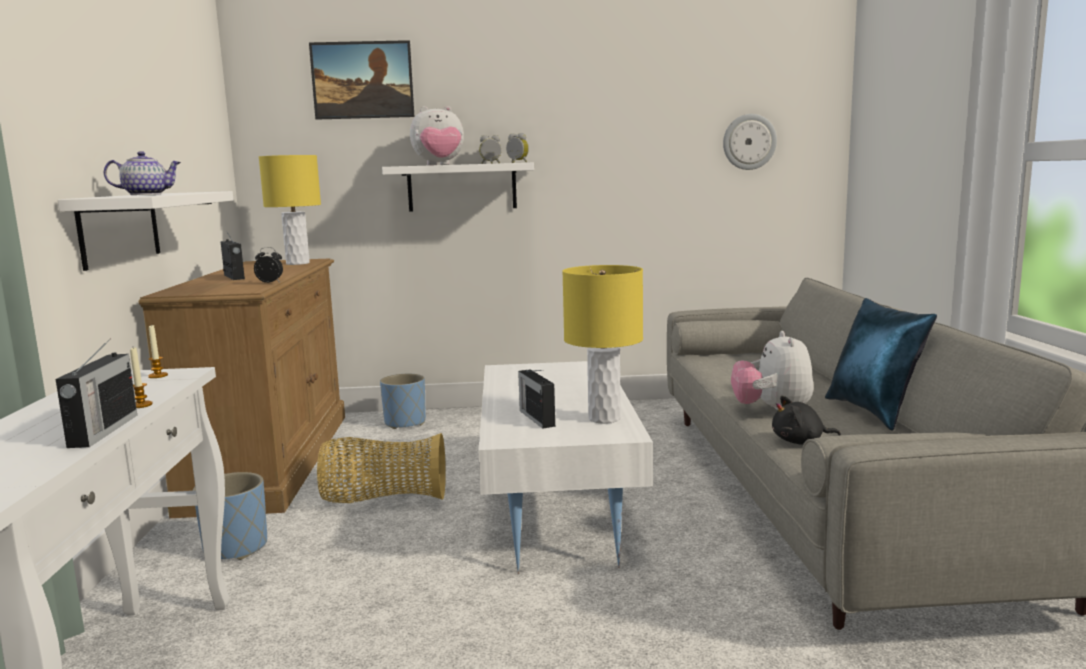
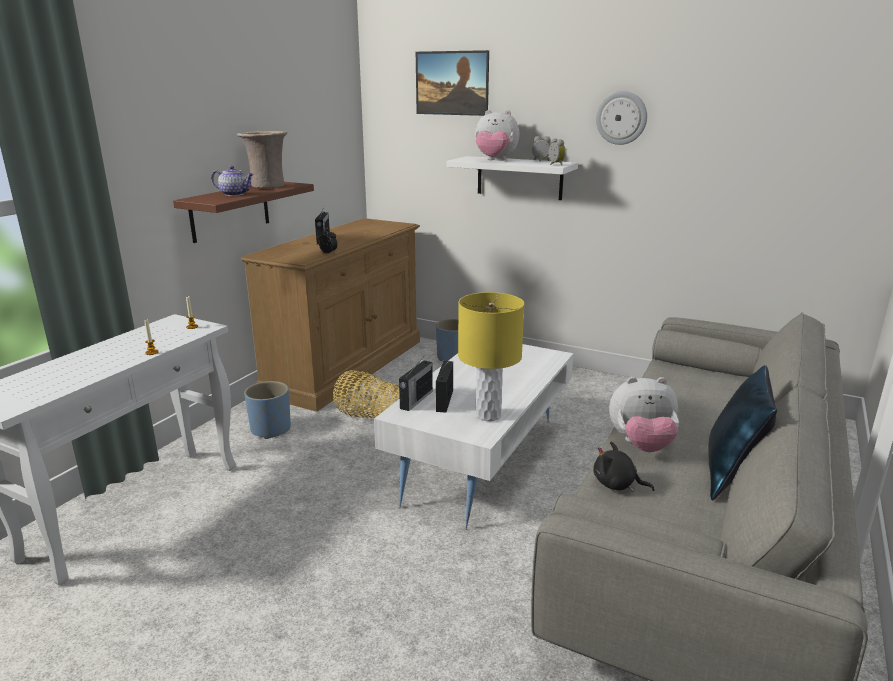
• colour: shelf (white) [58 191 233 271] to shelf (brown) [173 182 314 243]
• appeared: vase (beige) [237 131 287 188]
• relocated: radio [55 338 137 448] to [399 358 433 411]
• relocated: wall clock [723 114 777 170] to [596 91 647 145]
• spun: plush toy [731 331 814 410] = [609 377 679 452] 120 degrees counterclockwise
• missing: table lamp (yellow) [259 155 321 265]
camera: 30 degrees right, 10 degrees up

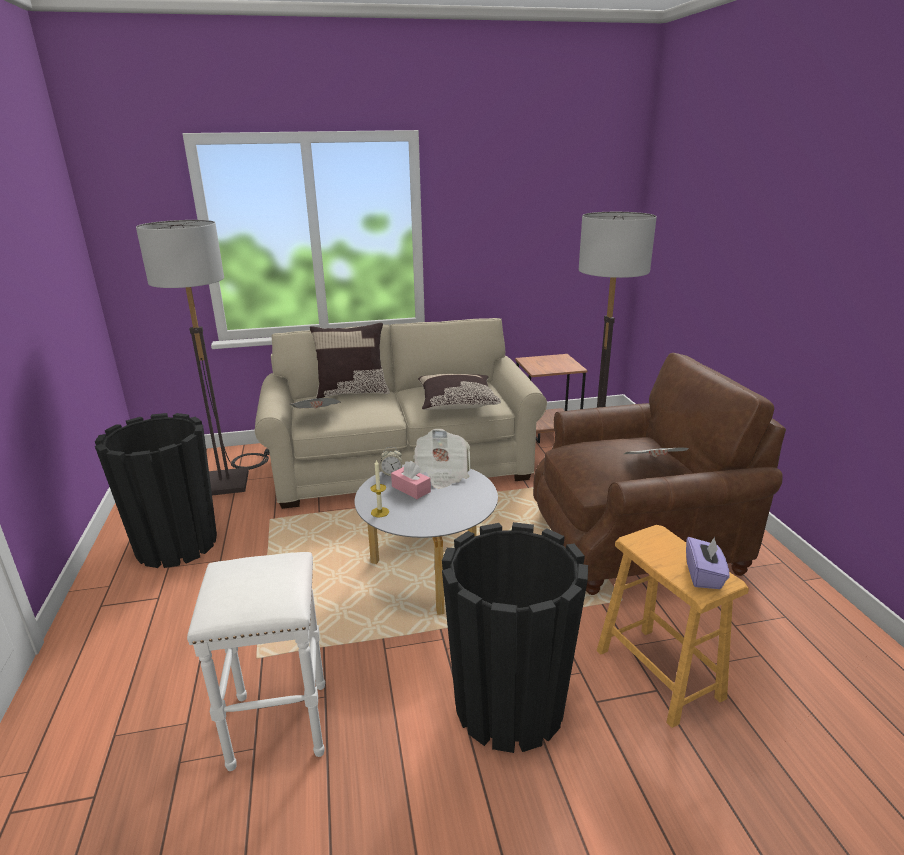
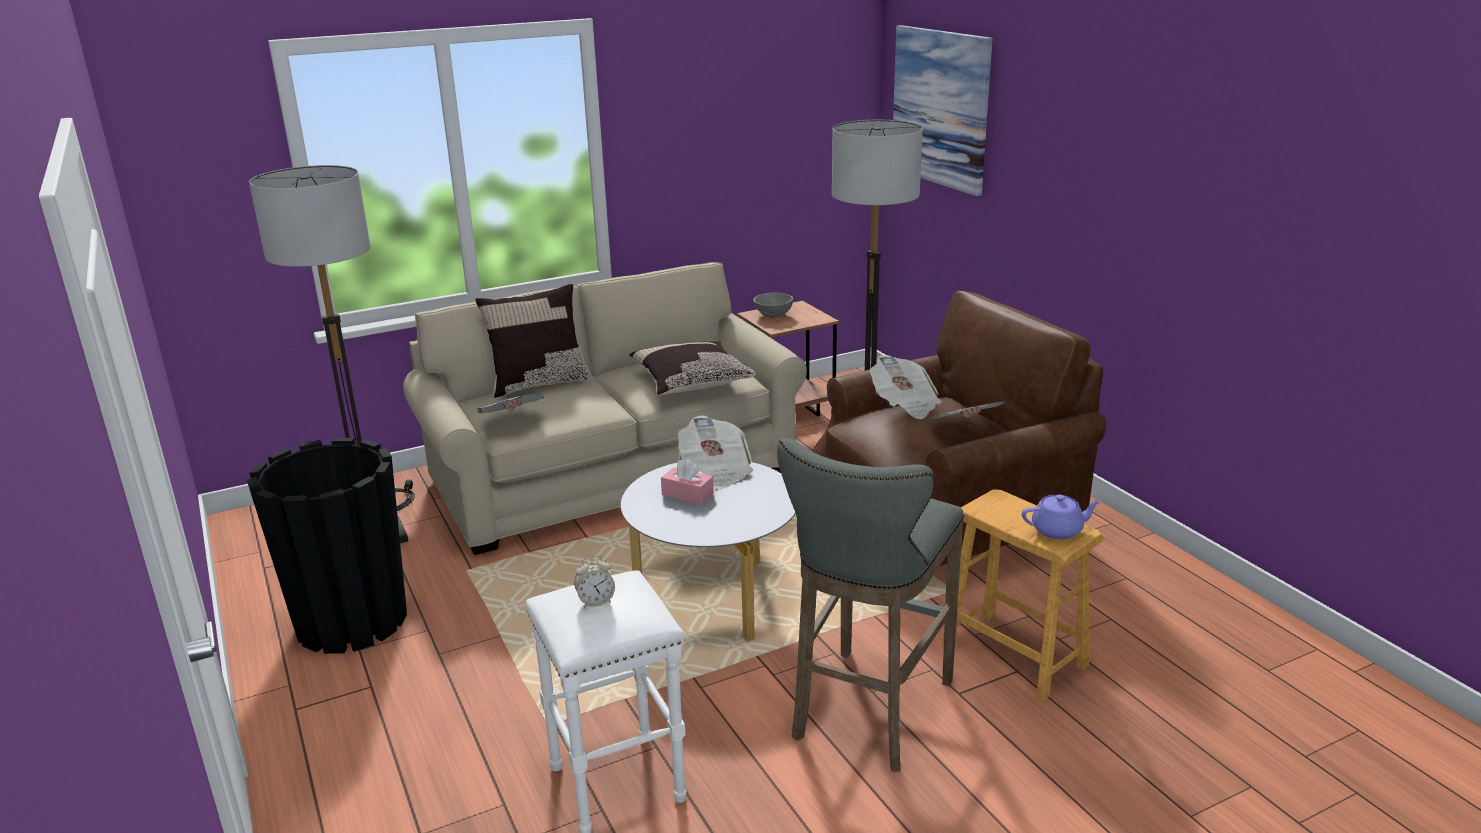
• relocated: alarm clock [380 447 402 476] to [574 556 615 608]
• appeared: bowl (grey) [753 293 793 317]
• exchanged: planter (black) [442 522 588 753] to stool (grey) [777 438 964 772]
• appeared: newspaper [870 355 942 419]
• appeared: picture [893 25 993 196]
• exchanged: tissue box (purple) [686 537 730 589] to teapot (purple) [1022 495 1102 539]
• missing: candle [370 460 389 517]
camera: 15 degrees left, 0 degrees up

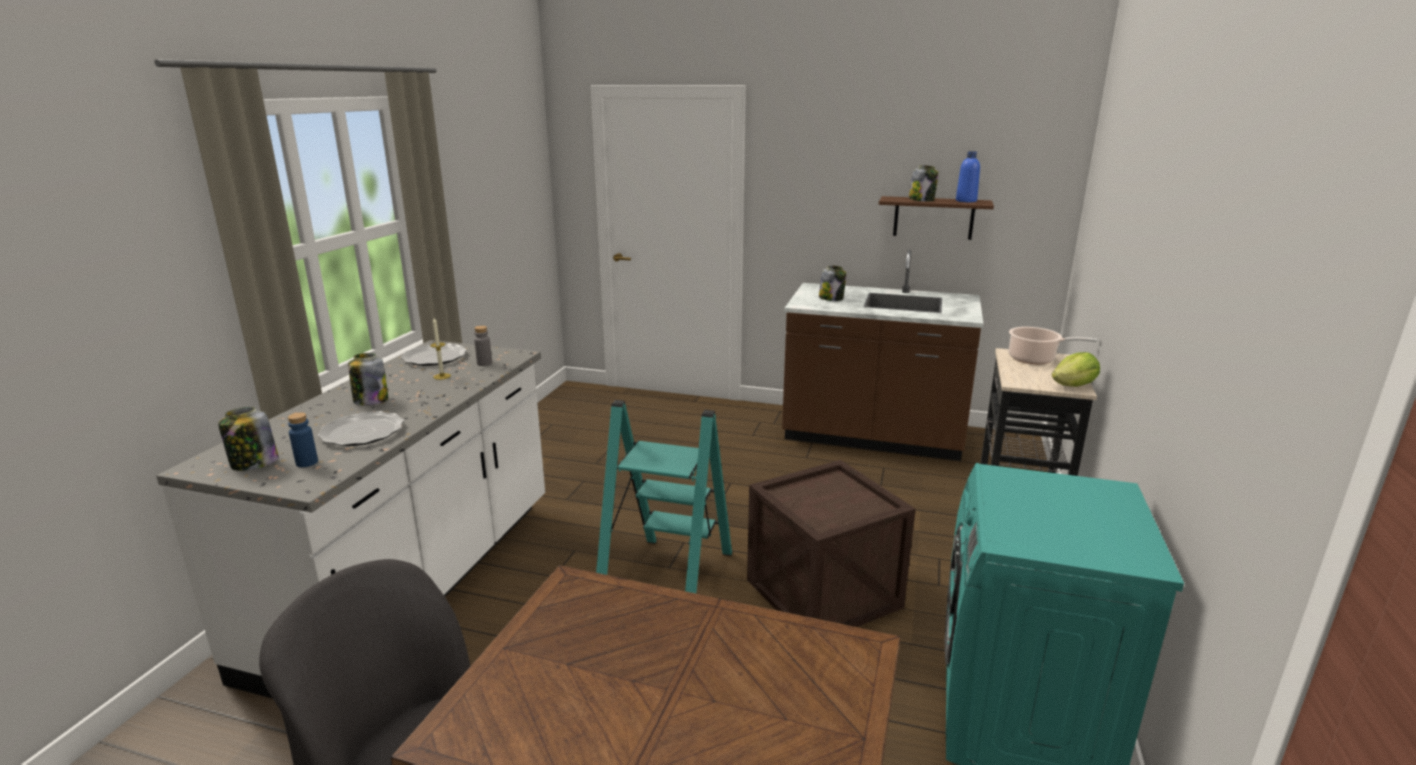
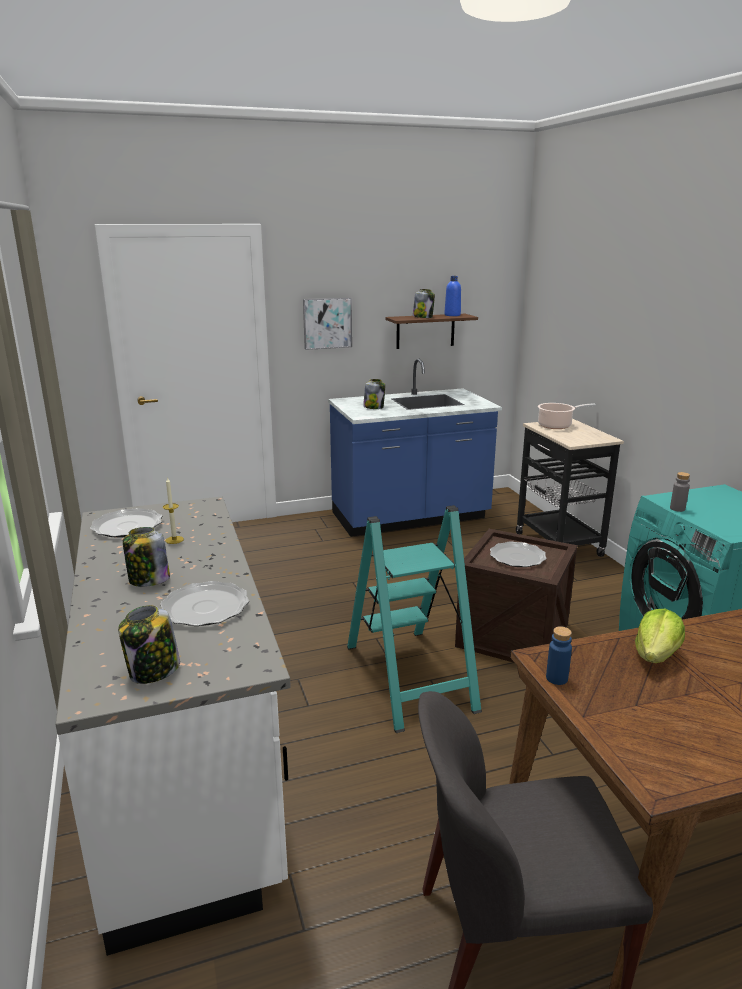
• appeared: picture [303 297 352 350]
• colour: counter (brown) [782 249 983 461] to counter (blue) [328 359 502 537]
• appeared: plate [490 541 547 567]
• relocated: bottle (blue) [288 412 318 467] to [546 626 572 685]
• relocated: lettuce [1052 352 1100 387] to [635 609 685 663]
• relocated: bottle (grey) [474 326 492 366] to [670 472 690 512]
camera: 35 degrees left, 0 degrees up

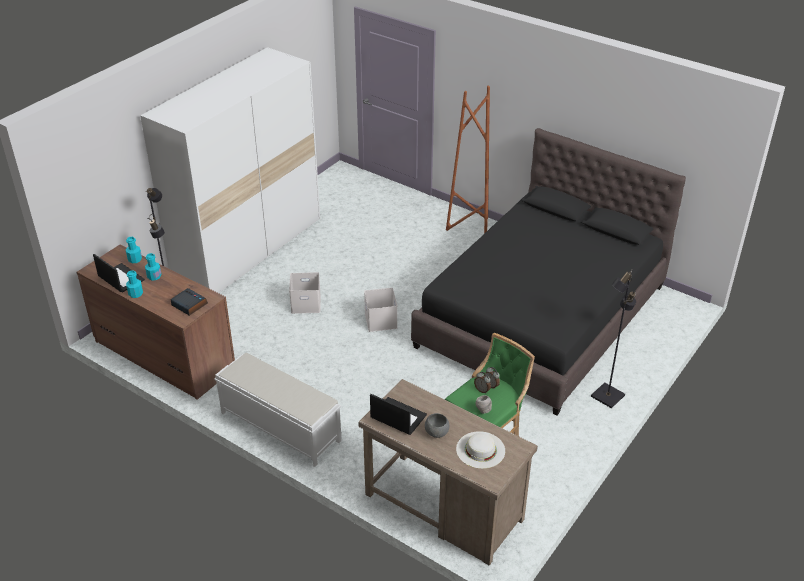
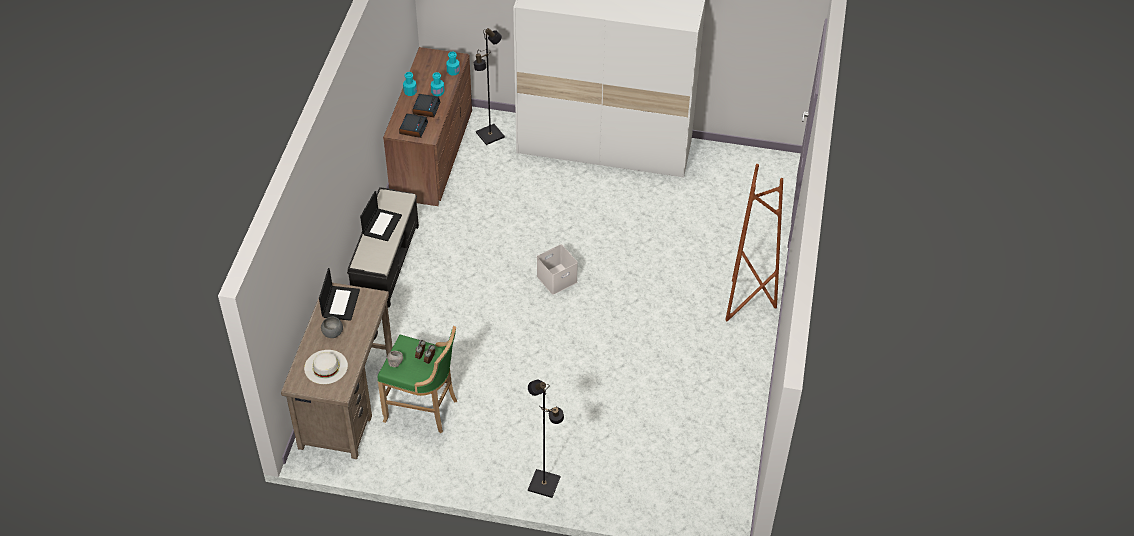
• colour: bench (white) [214 353 342 467] to bench (black) [347 187 419 308]
• relocated: laptop [93 254 145 293] to [360 191 402 241]
• appeared: alarm clock [412 94 440 117]
• missing: storage box (white) [289 272 321 314]
• missing: bed (black) [411 128 686 415]
camera: 65 degrees right, 10 degrees up

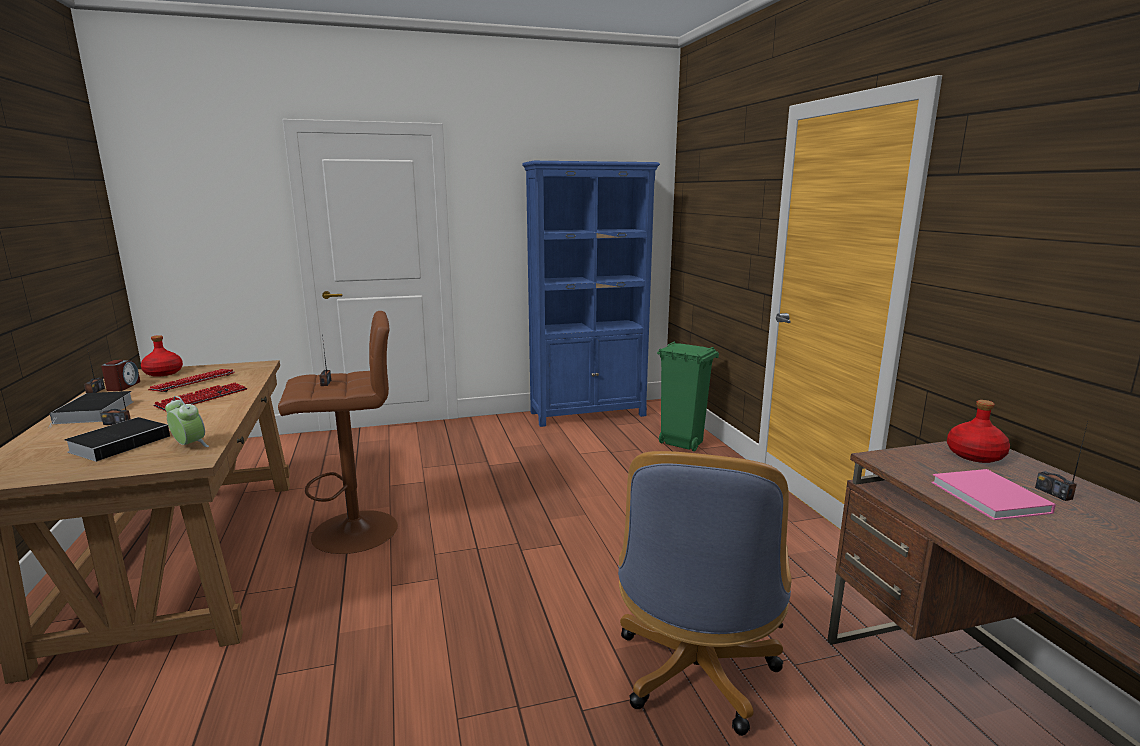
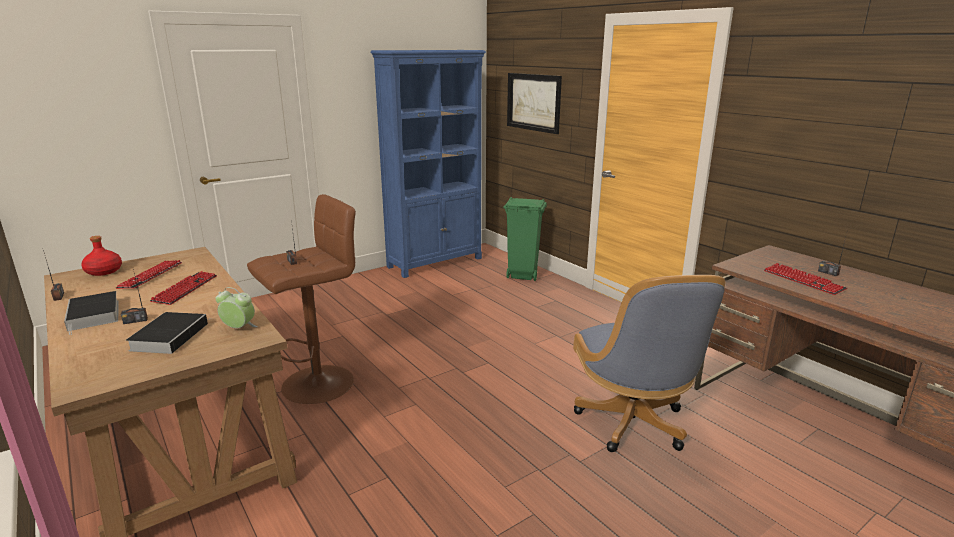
• appeared: picture [507 73 562 134]
• exchanged: book (pink) [931 469 1056 520] to keyboard [764 263 847 295]
• missing: alarm clock [101 360 140 391]
• missing: bottle (red) [947 400 1010 463]
camera: 20 degrees left, 5 degrees up

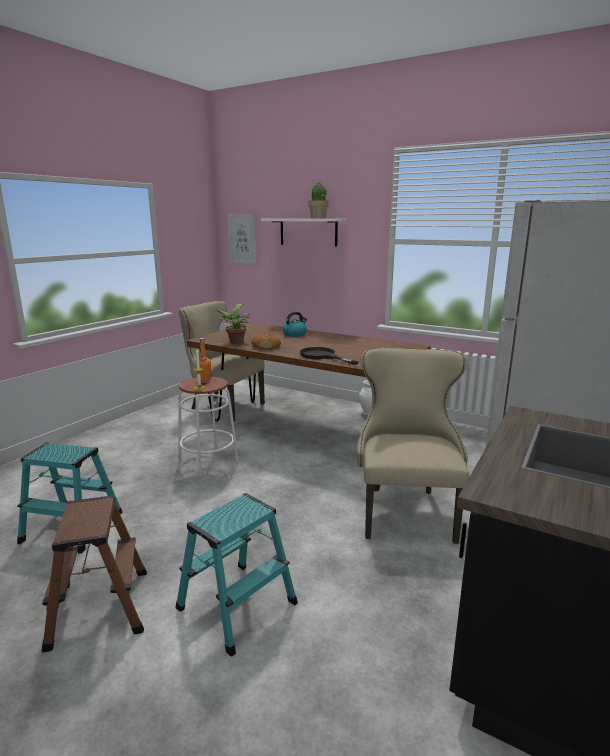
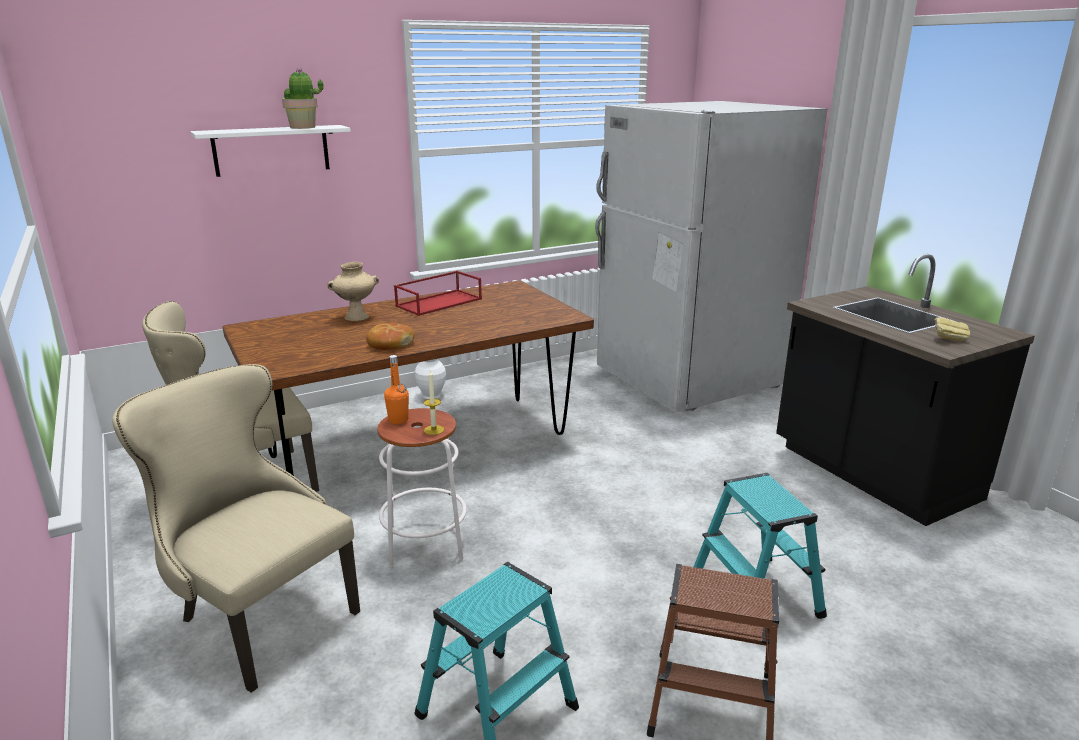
• relocated: chair (beige) [356 348 469 544] to [112 364 360 693]
• exchanged: kettle [283 312 307 337] to vase (beige) [327 262 379 321]
• appeared: tray (red) [394 271 482 316]
• appeared: bread [934 317 970 341]
• missing: potted plant [216 304 250 344]
• missing: picture [228 214 257 264]
• missing: frying pan (black) [300 347 358 365]
camera: 60 degrees left, 5 degrees up

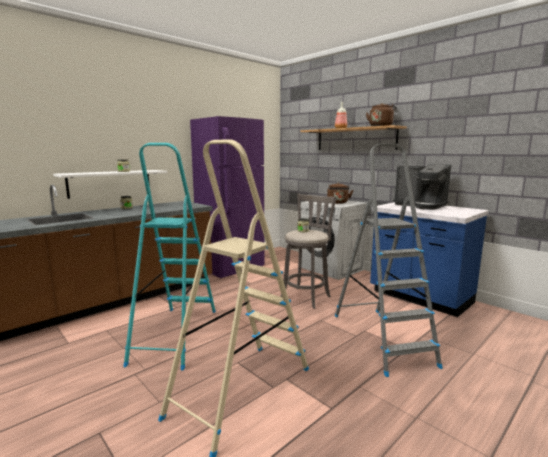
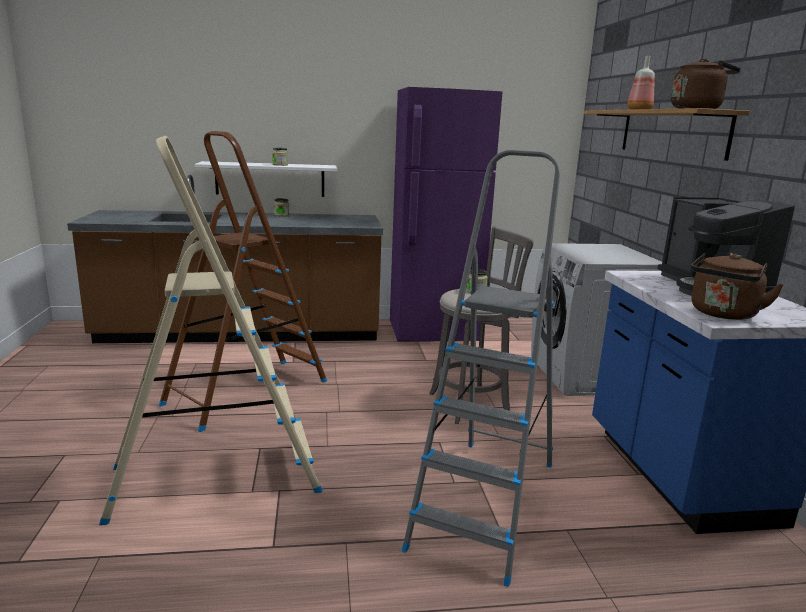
• colour: step ladder (turquoise) [123 143 216 370] to step ladder (brown) [159 131 327 432]
• relocated: kettle (brown) [327 182 353 204] to [691 253 784 320]
camera: 35 degrees right, 5 degrees up

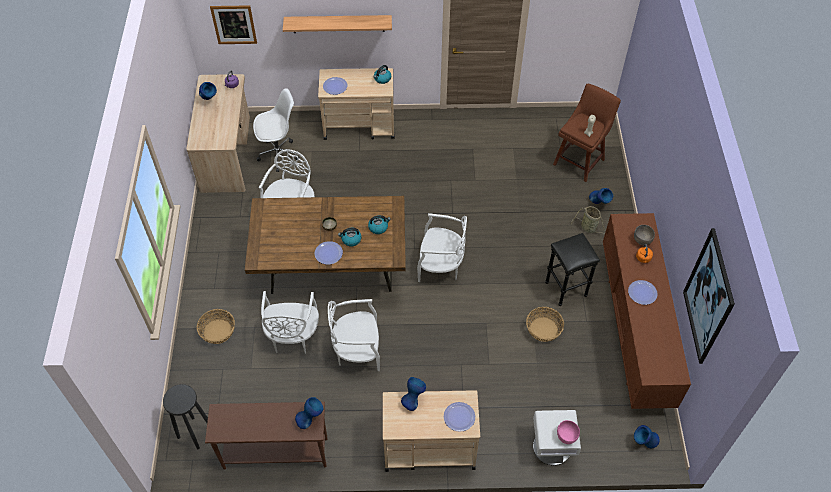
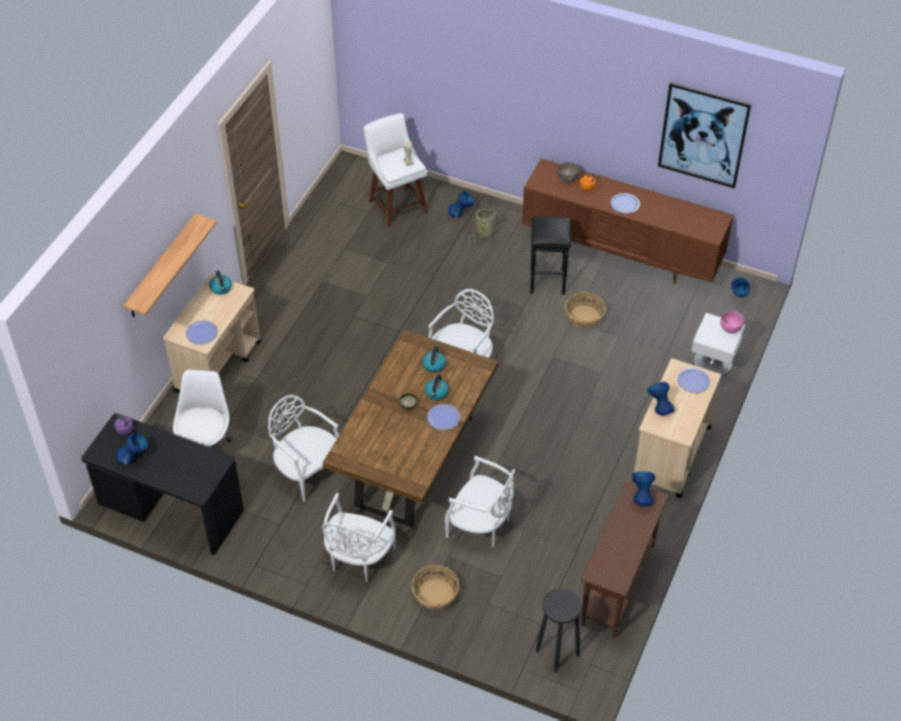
• colour: desk (beige) [187 74 250 193] to desk (black) [81 413 244 555]
• relocated: chair (white) [328 299 380 371] to [322 493 396 582]
• colour: stool (brown) [553 84 621 182] to stool (white) [364 113 428 227]
• missing: picture [210 5 257 44]
camera: 65 degrees left, 5 degrees down

